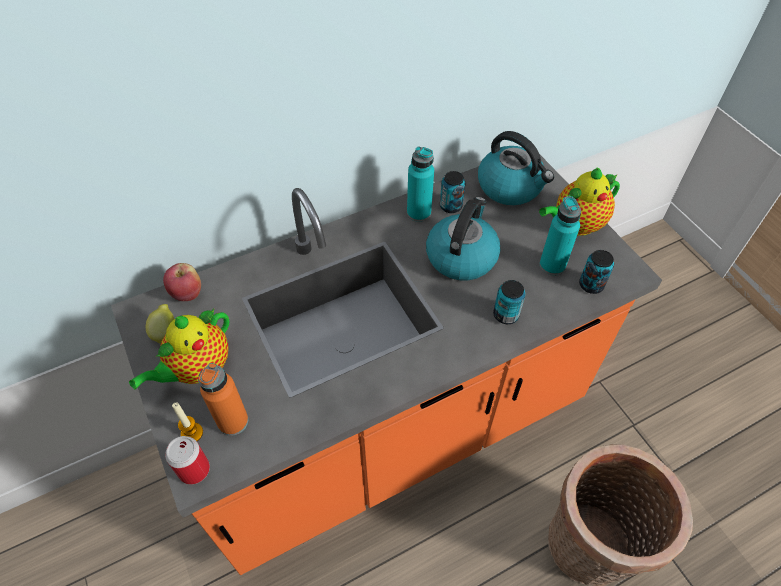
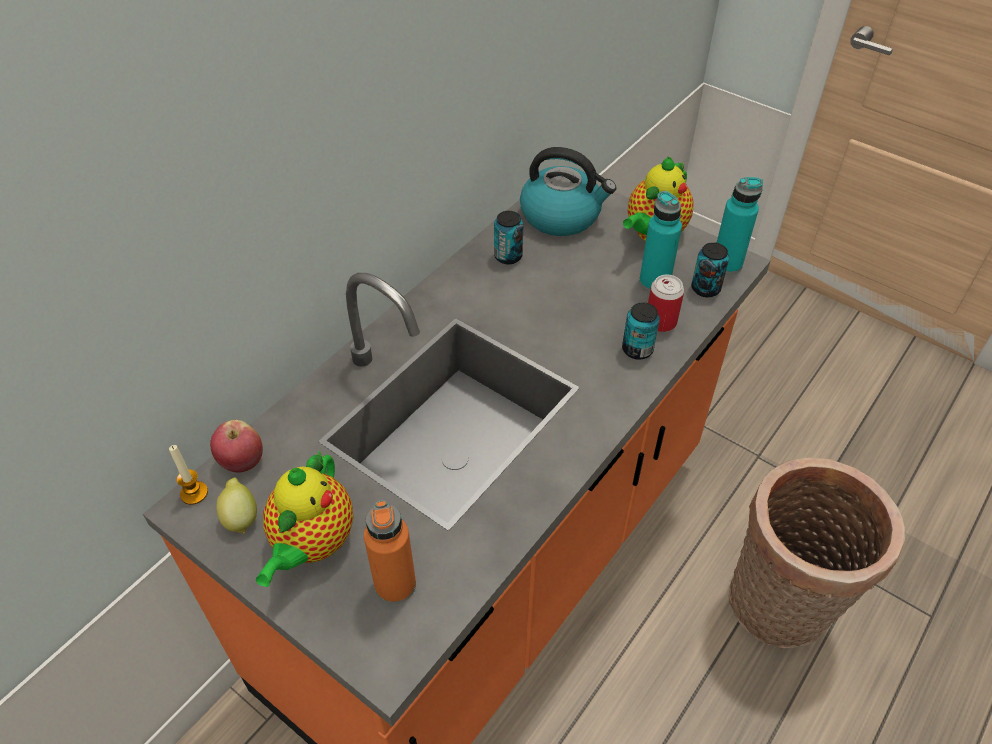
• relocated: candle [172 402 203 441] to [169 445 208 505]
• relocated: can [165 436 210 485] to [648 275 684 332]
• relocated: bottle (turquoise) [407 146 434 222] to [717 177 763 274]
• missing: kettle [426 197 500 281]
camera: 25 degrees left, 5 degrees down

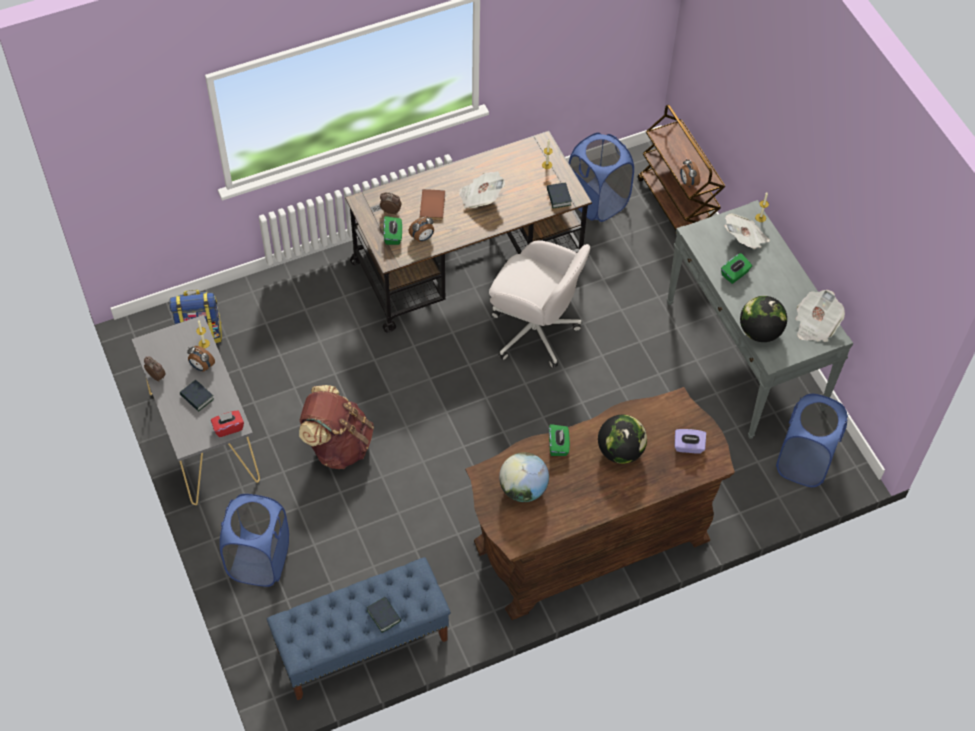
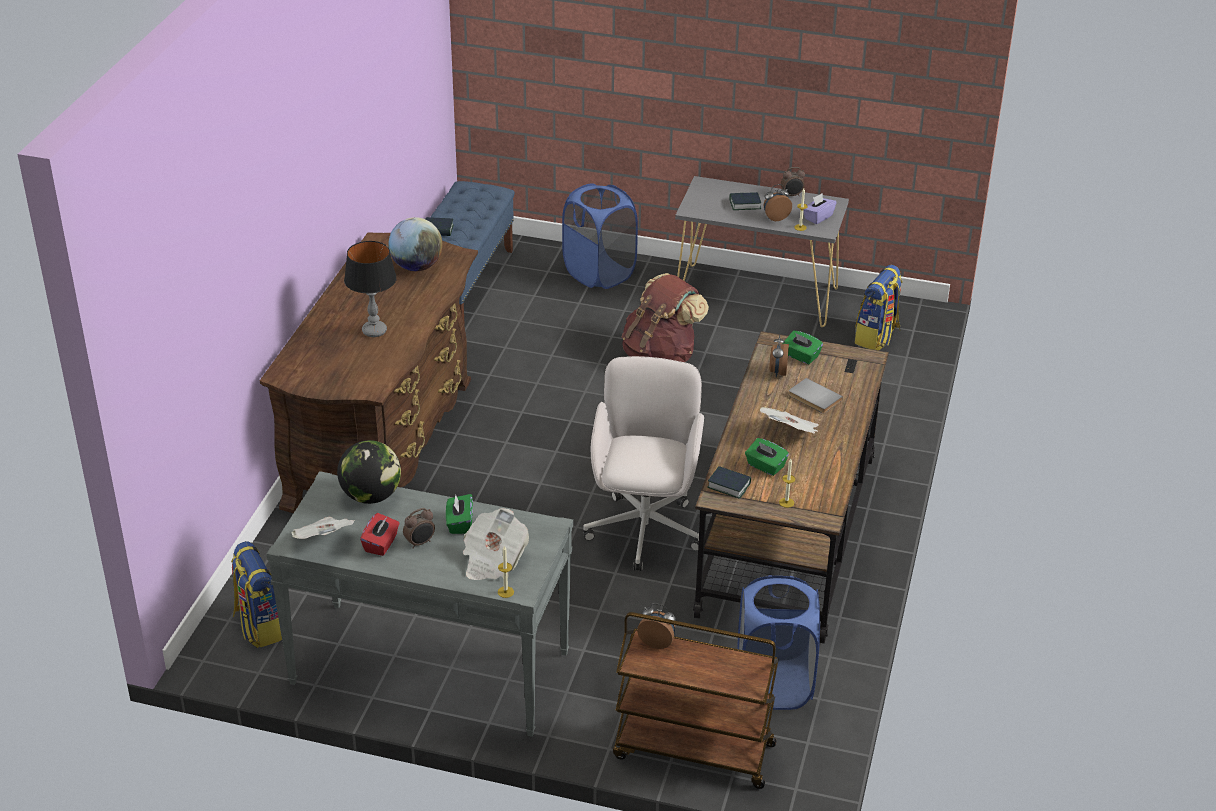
• exchanged: laundry basket (blue) [776 394 848 487] to backpack [231 541 282 648]
• exchanged: globe [598 415 647 464] to table lamp [344 241 397 337]
• relocated: tissue box (red) [211 410 244 437] to [360 513 400 556]
• relocated: alarm clock [380 192 401 215] to [403 508 435 549]
• spun: office chair (white) [489 240 590 368] = [583 356 704 571] 120 degrees clockwise
• relocated: tissue box (green) [549 424 570 456] to [745 438 789 476]
• colour: book (brown) [420 189 445 220] to book (grey) [788 378 843 413]
• relocated: tissue box (purple) [674 429 706 454] to [803 194 836 224]
camera: 130 degrees right, 20 degrees down

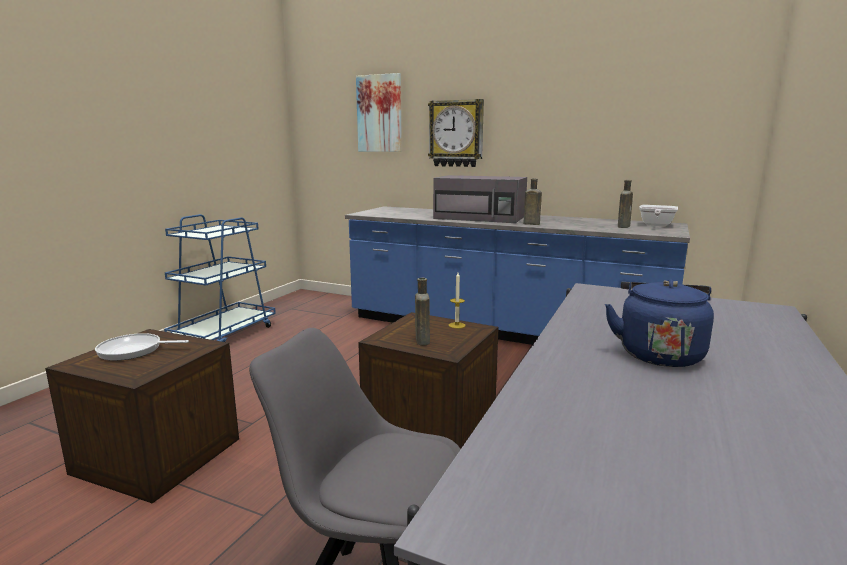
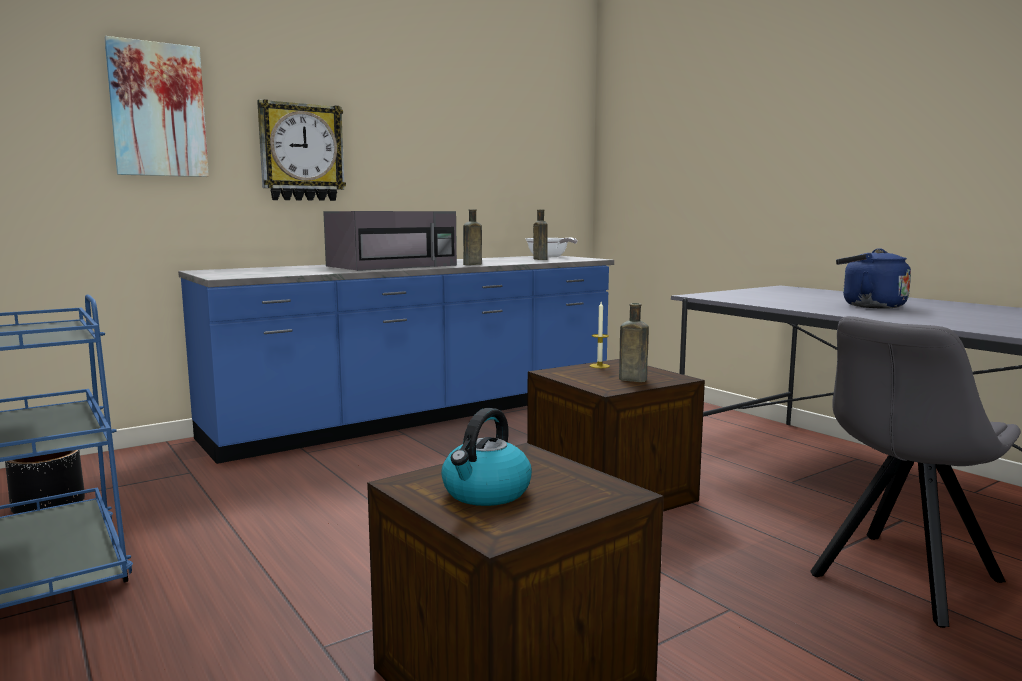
• appeared: planter (black) [5 449 85 514]
• exchanged: frying pan [95 333 189 361] to kettle [441 408 532 506]
camera: 60 degrees left, 5 degrees down

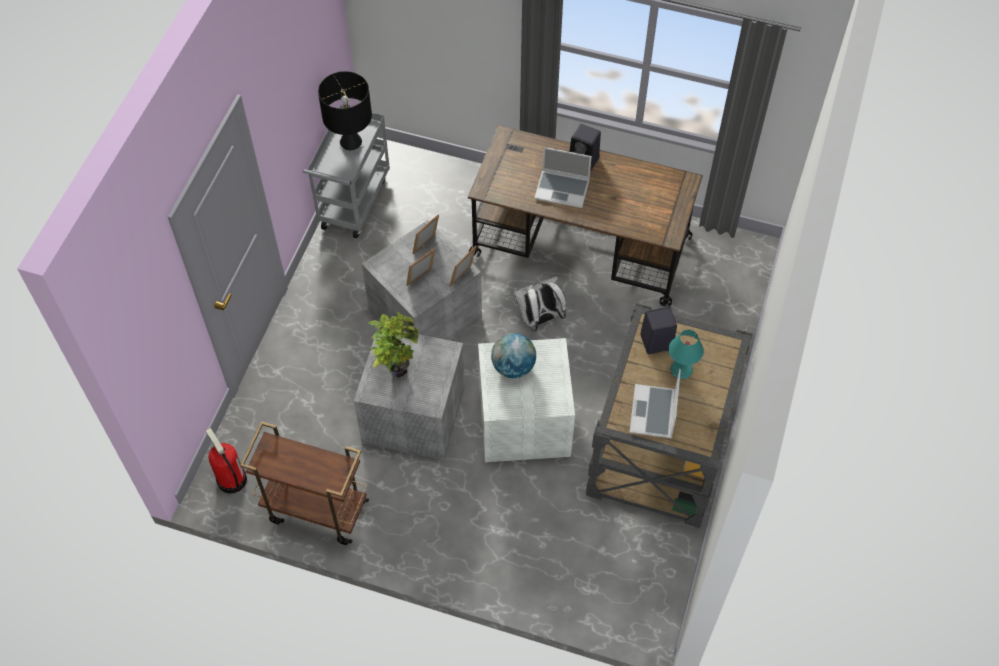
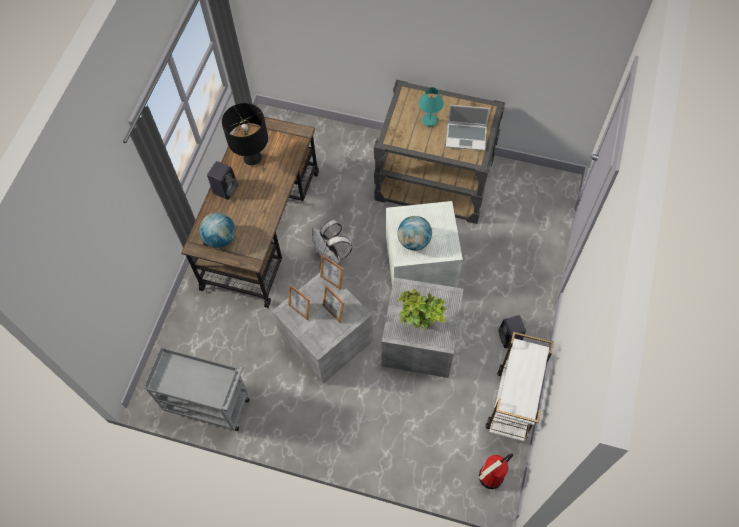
• appeared: globe [199 212 235 248]
• relocated: table lamp (black) [318 71 372 150] to [222 103 268 165]
• colour: cart (brown) [240 421 370 545] to cart (white) [486 332 554 442]
• relocated: speaker (black) [641 307 677 354] to [498 315 526 348]
• missing: laptop [534 147 592 208]
camera: 90 degrees left, 5 degrees up

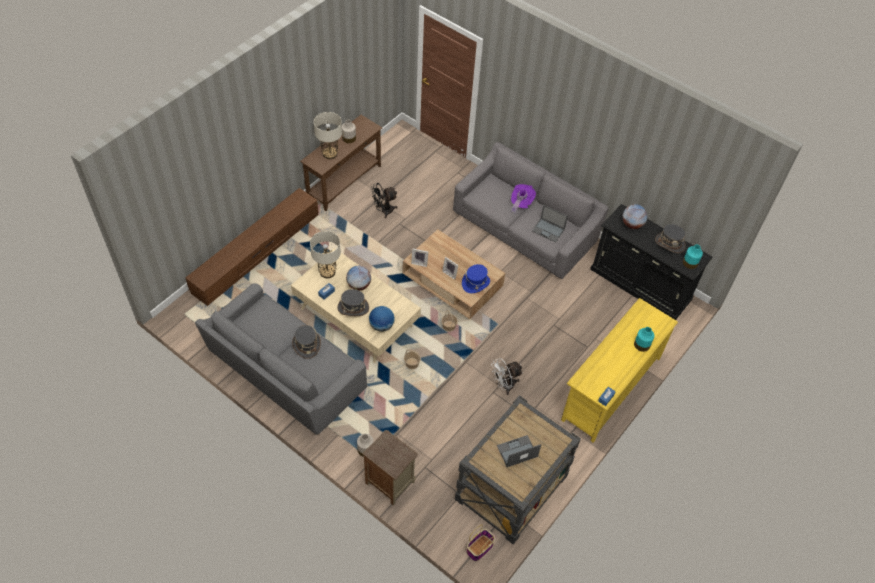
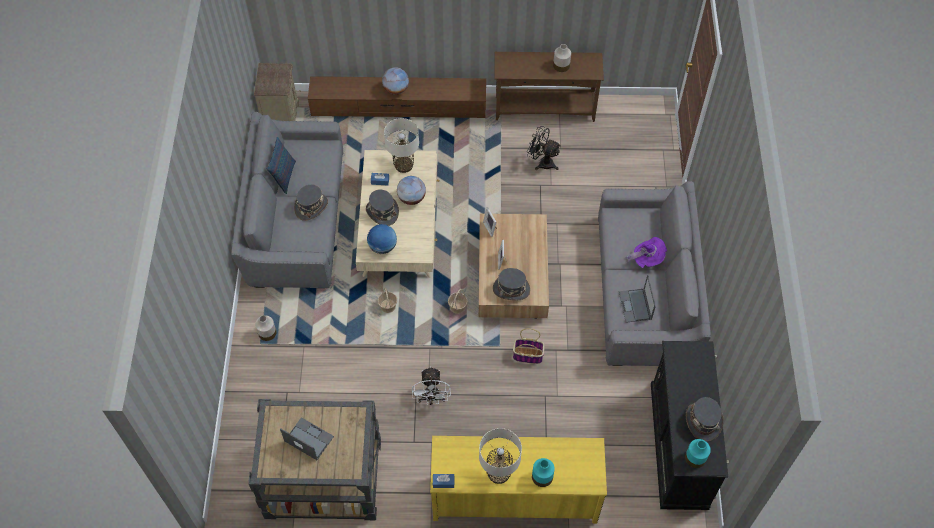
• relocated: nightstand (beige) [362 430 418 506] to [254 63 301 121]
• appeared: pillow (blue) [267 137 296 194]
• relocated: globe [622 204 648 229] to [382 67 409 95]
• spun: fan (white) [491 358 523 395] = [412 366 450 405] 120 degrees counterclockwise
• relocated: table lamp [314 112 342 159] to [479 428 522 484]
• colour: hat (blue) [462 264 490 293] to hat (grey) [493 268 530 301]
• relocated: basket [467 524 495 561] to [513 329 545 364]
camera: 55 degrees right, 5 degrees up

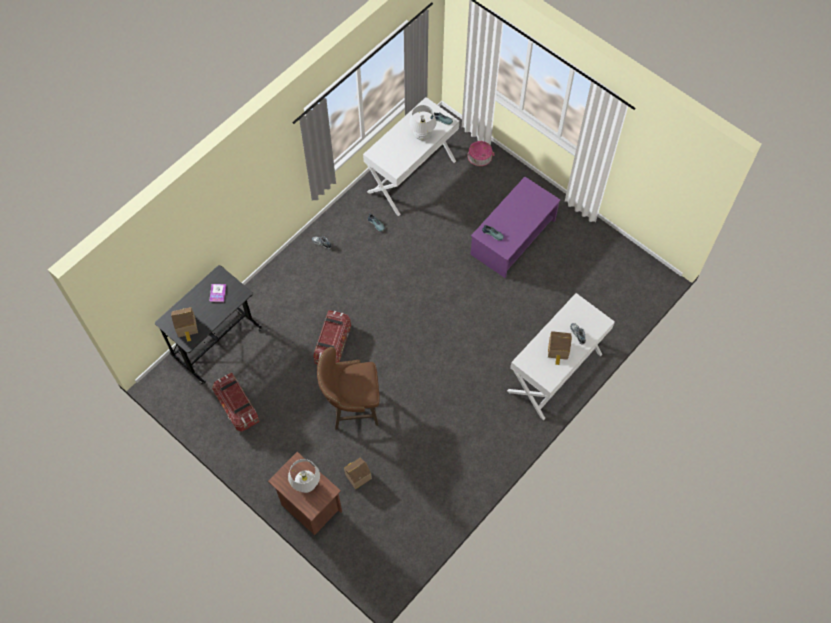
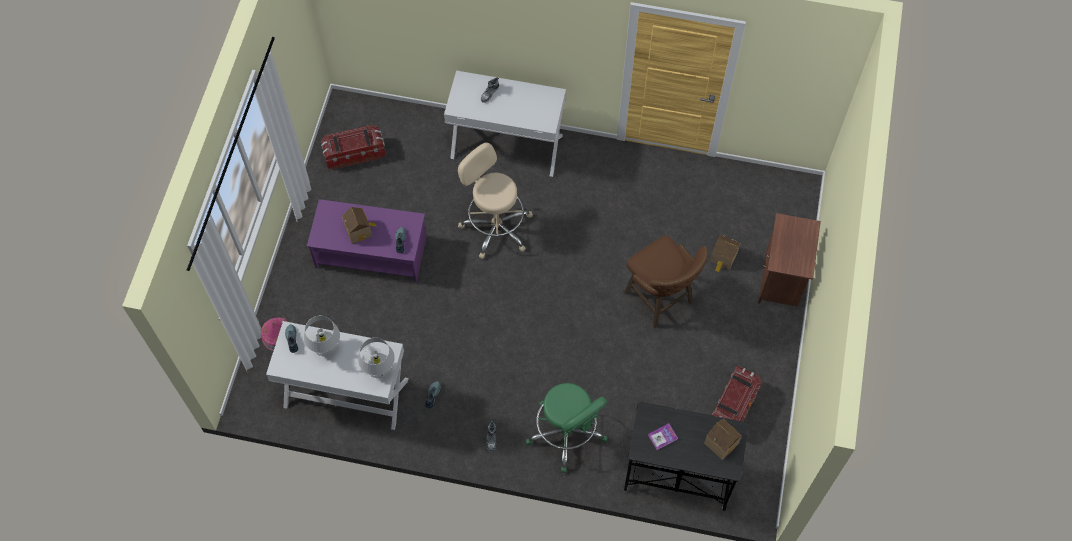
• relocated: storage box [314 310 351 364] to [321 125 385 170]
• relocated: toy house [548 331 572 365] to [342 207 377 244]
• relocated: table lamp (white) [288 459 320 493] to [358 338 395 378]
• appeared: stool (beige) [458 143 533 259]
• appeared: stool (green) [525 383 608 473]
camera: 120 degrees left, 0 degrees up

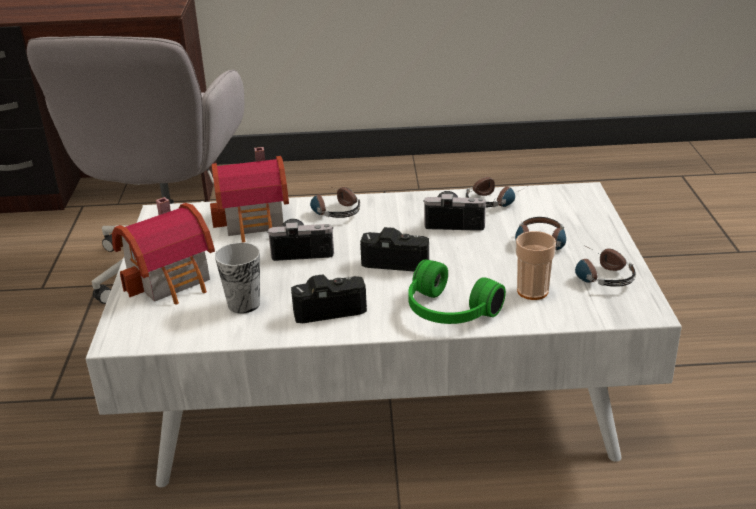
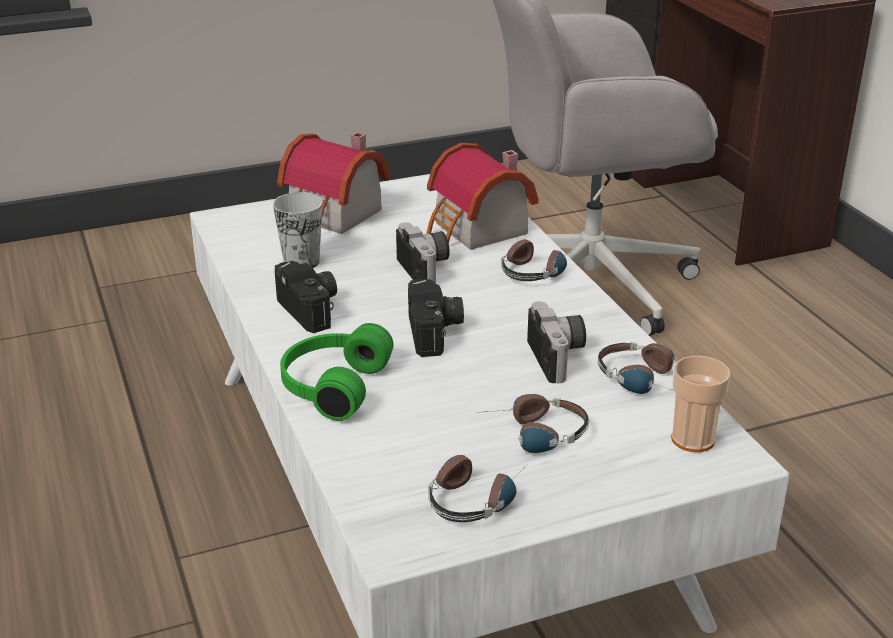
• relocated: cup [516 231 556 300] to [671 356 730 453]
camera: 70 degrees right, 0 degrees up

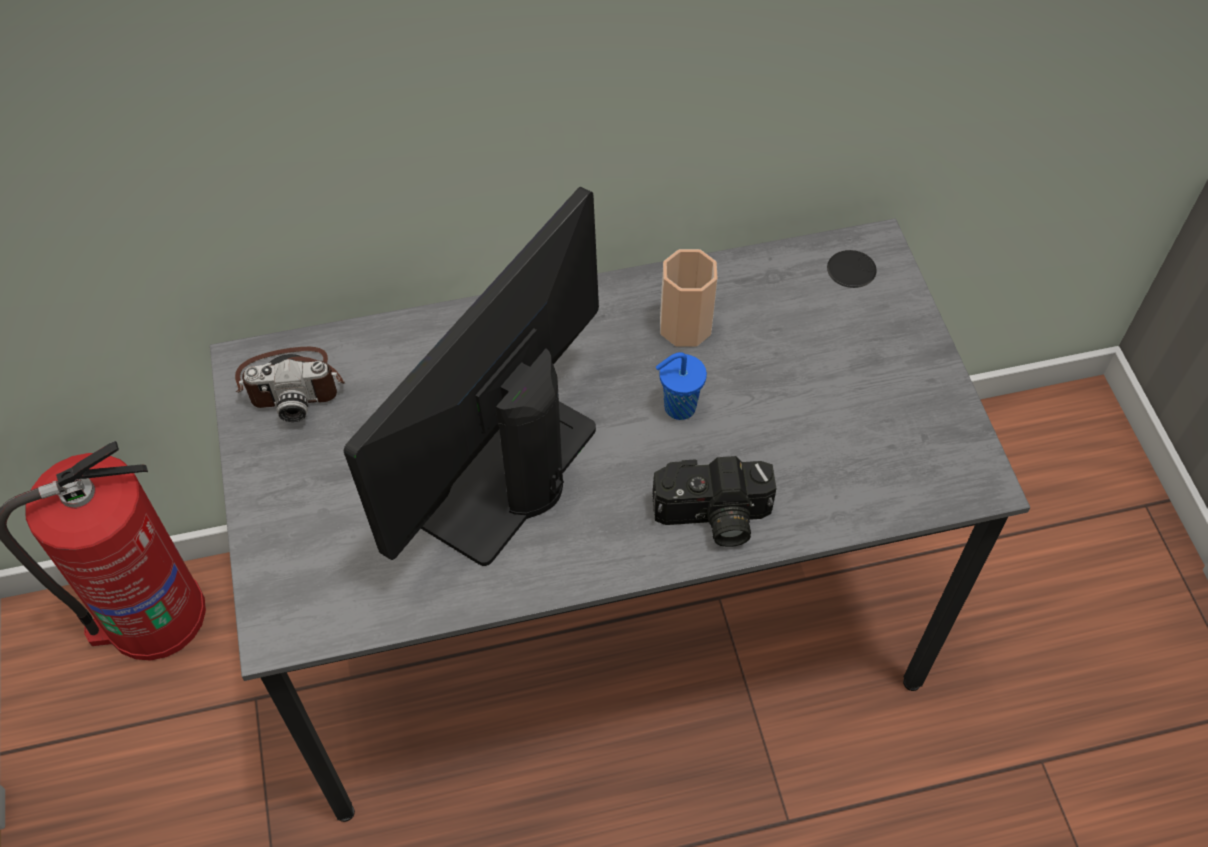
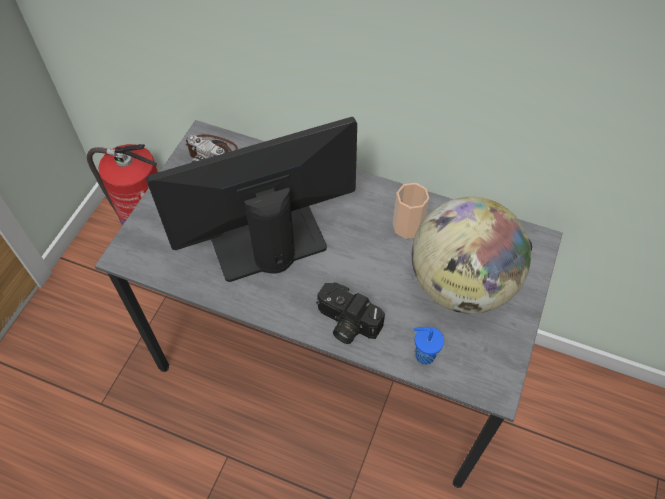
• appeared: globe [412 197 531 314]
• relocated: cup (blue) [656 352 707 420] to [414 327 444 365]
camera: 35 degrees right, 0 degrees up

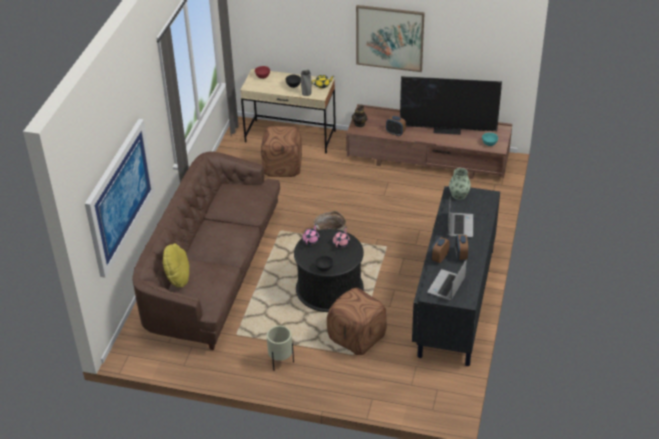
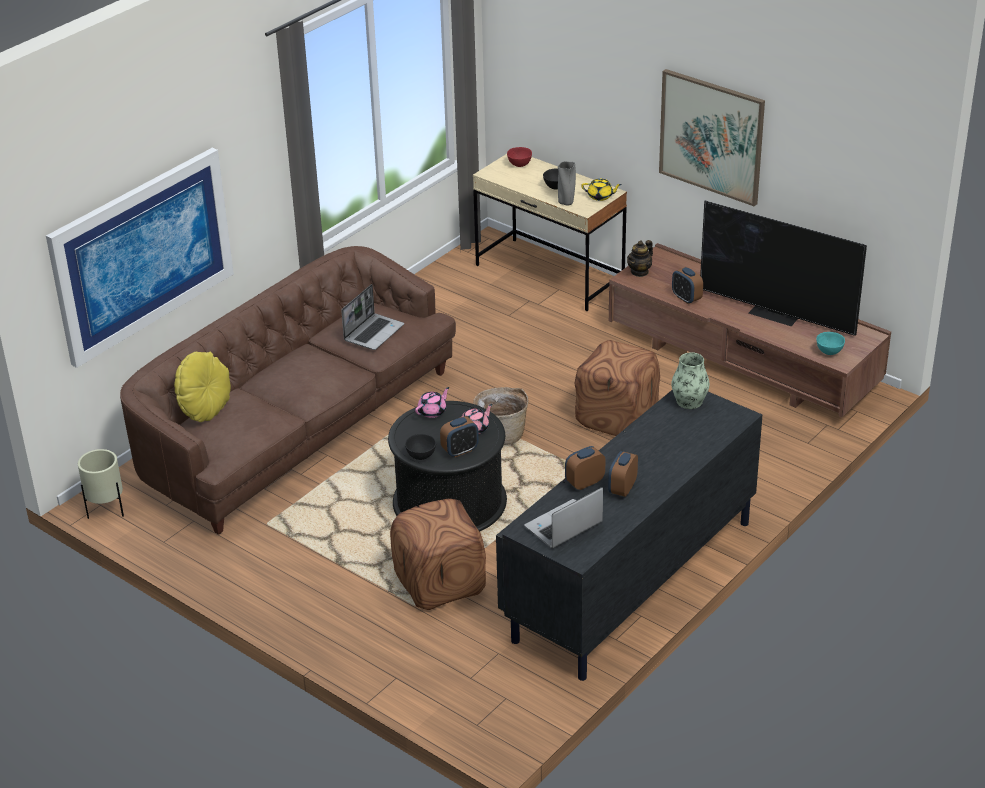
• relocated: planter (beige) [267 326 294 371] to [78 449 124 519]
• relocated: laptop [448 195 473 237] to [341 284 404 350]
• appeared: alarm clock [440 416 479 457]
• relocated: ottoman (brown) [261 126 302 177] to [574 340 660 436]
camera: 25 degrees right, 5 degrees down

